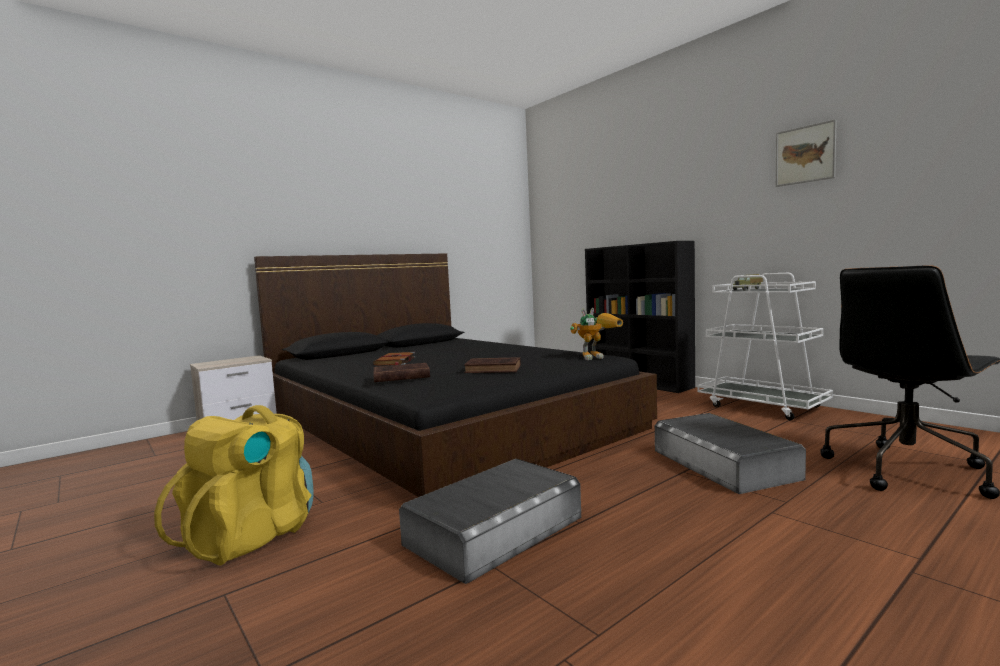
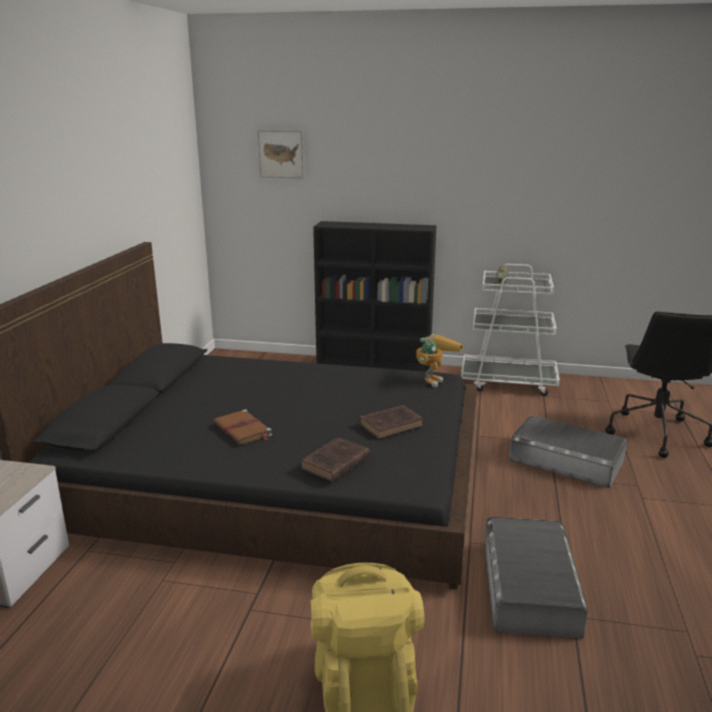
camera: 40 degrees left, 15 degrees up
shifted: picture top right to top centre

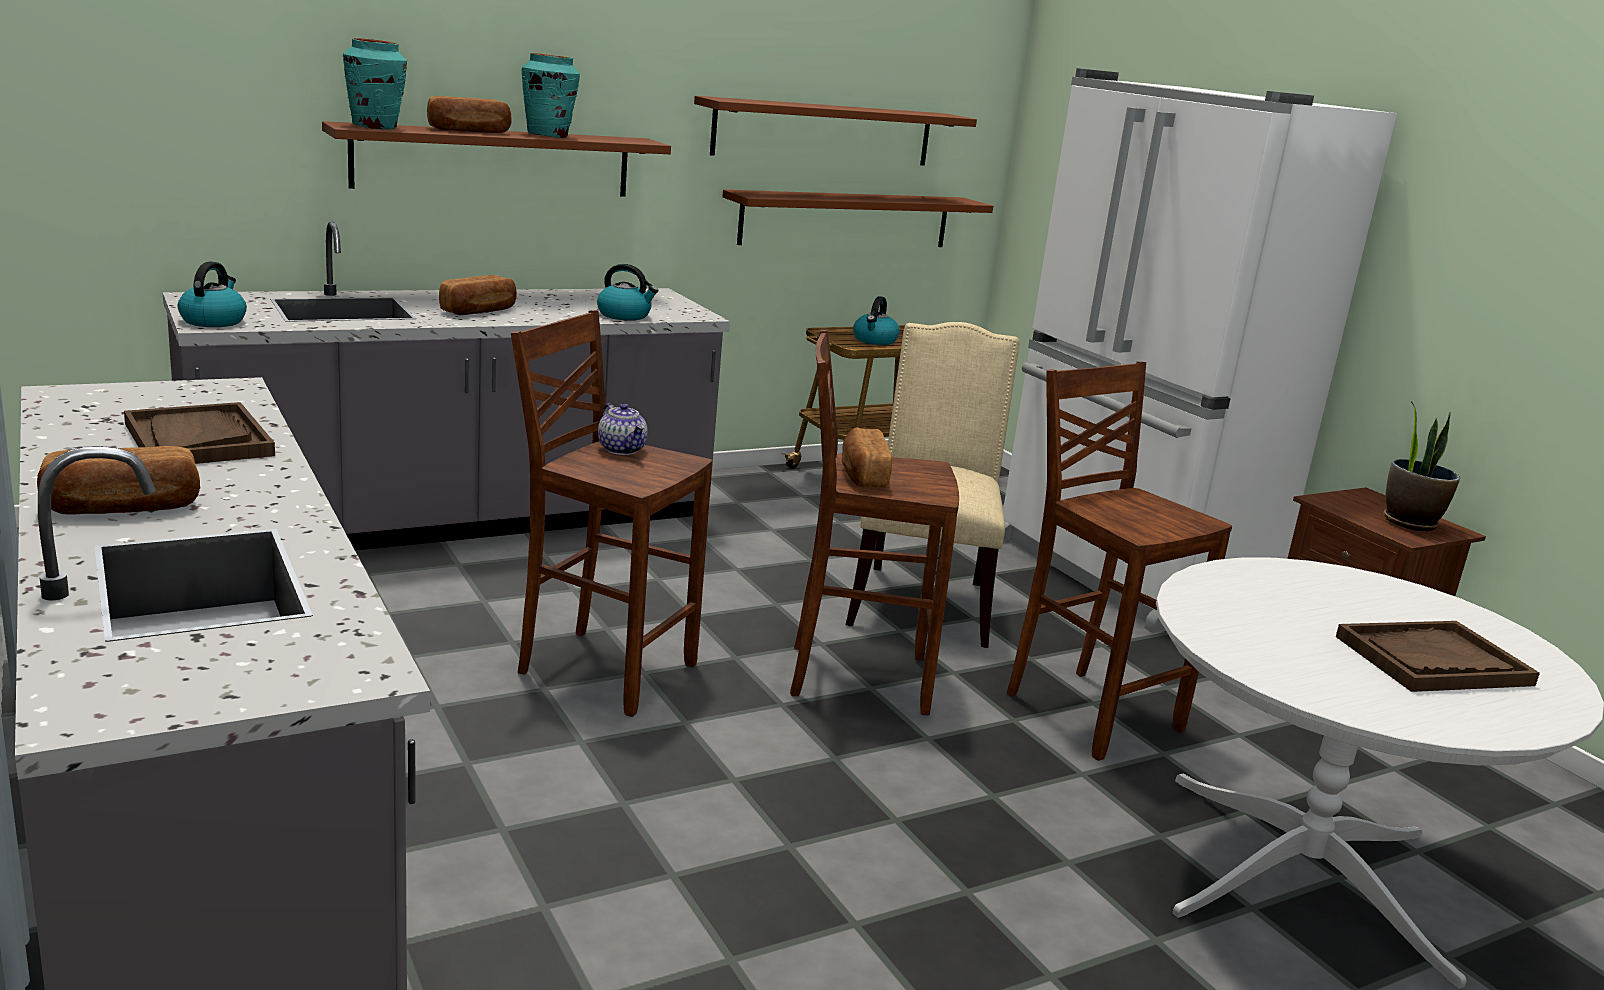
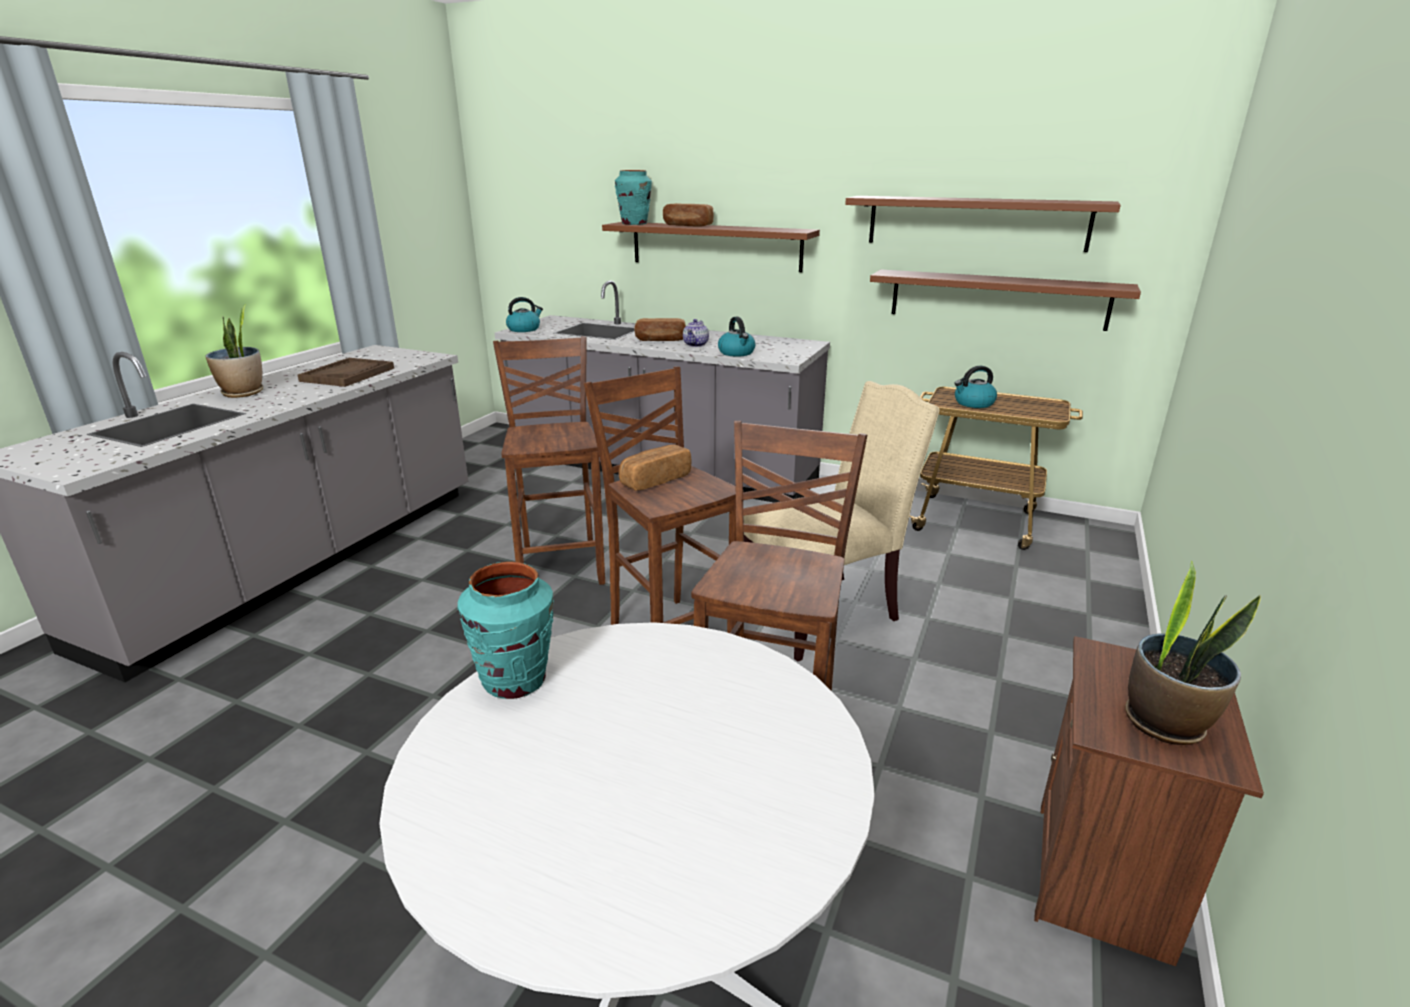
camera: 55 degrees right, 5 degrees up
gone: whitish fridge middle right; brown-coloured carrying tray (no. 2 from left) middle right
shifted: turquoise-coloured decorative vase (no. 2 from left in the first image) top centre to turquoise-coloured decorative vase (no. 1 from left) centre; teapot centre to top centre
swapped: bread (no. 1 from left) middle left to houseplant (no. 1 from left) middle left

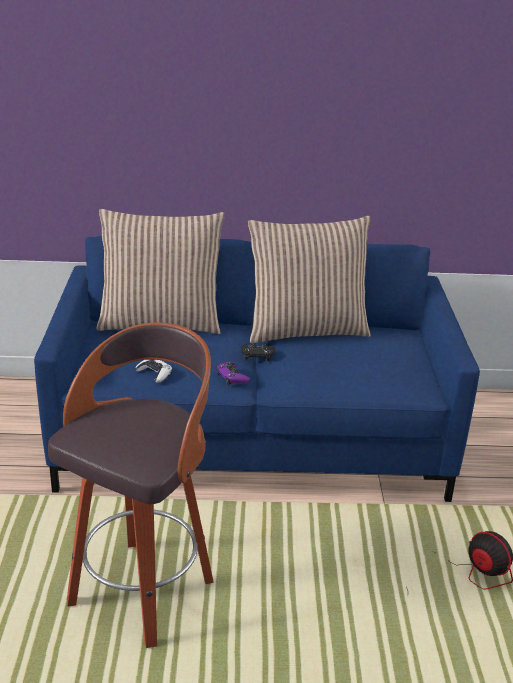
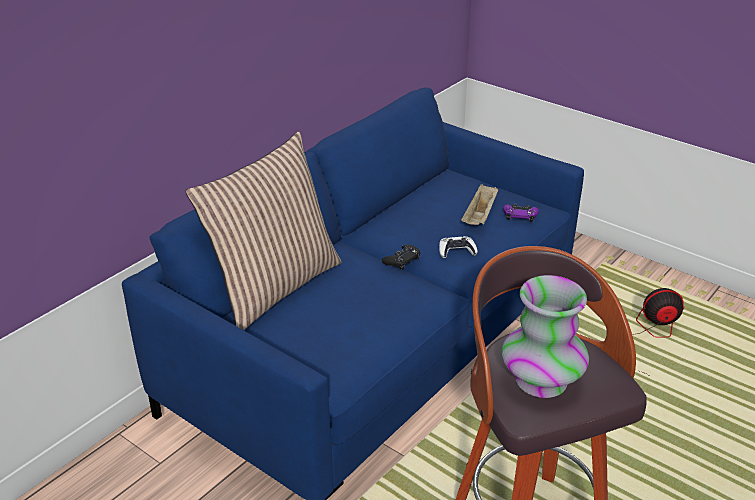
camera: 50 degrees left, 5 degrees up
gone: cushion (no. 2 from left) centre
new: sand-coloured carrying tray centre; decorative vase bottom right
shifted: whitish gamepad middle left to centre; purplish gamepad centre to middle right

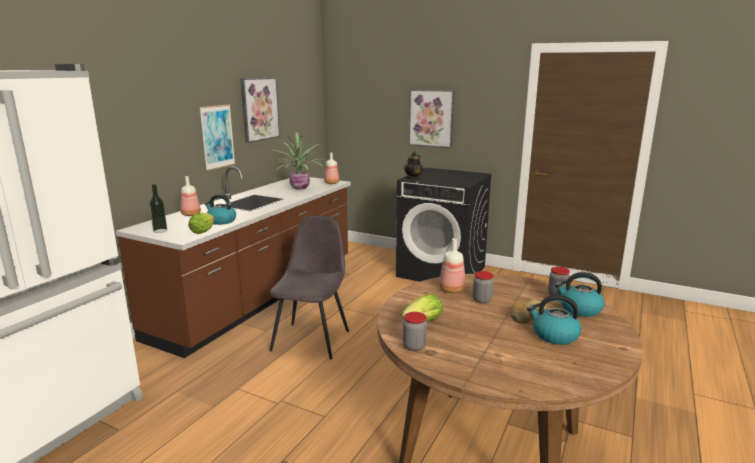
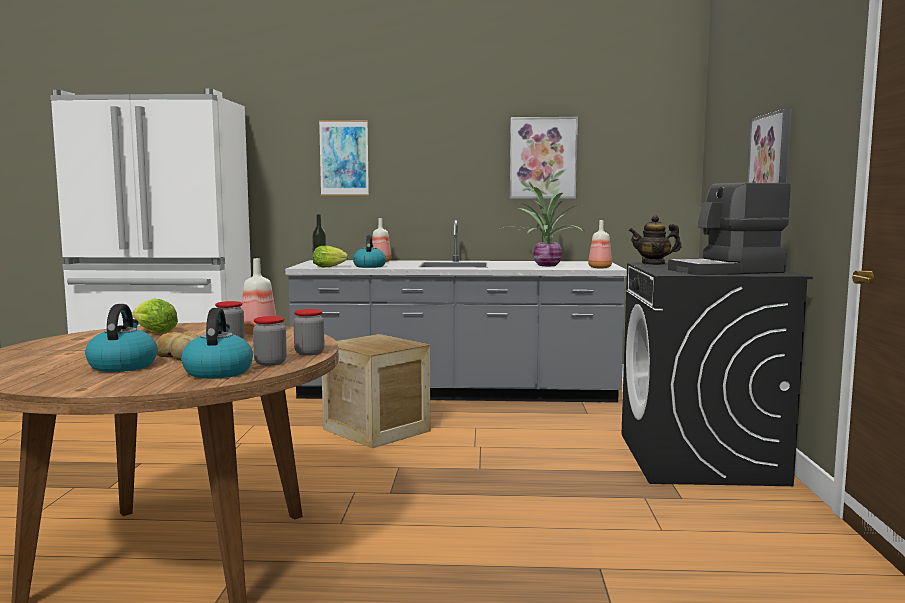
camera: 65 degrees right, 10 degrees down
new: coffee machine middle right
shifted: picture (no. 1 from left) top left to top centre; preserve jar (no. 1 from left in the first image) bottom centre to preserve jar (no. 3 from left) centre
swapped: gray upright chair centre to shipping crate centre
repainted: brown-coloured kitchen base unit middle left to gray kitchen base unit centre

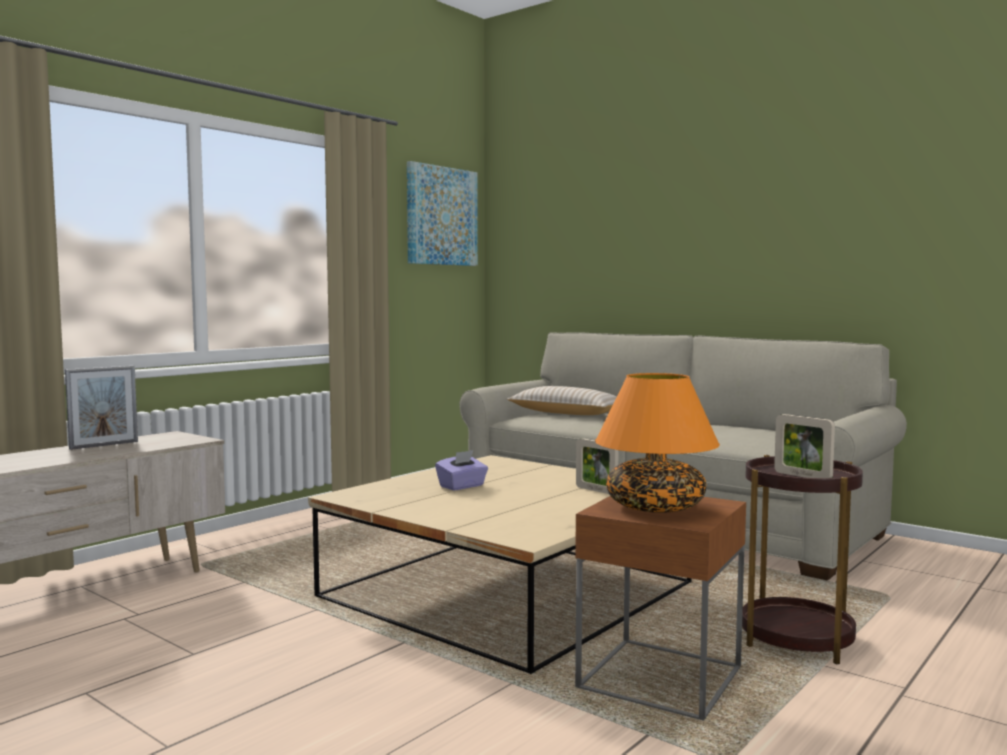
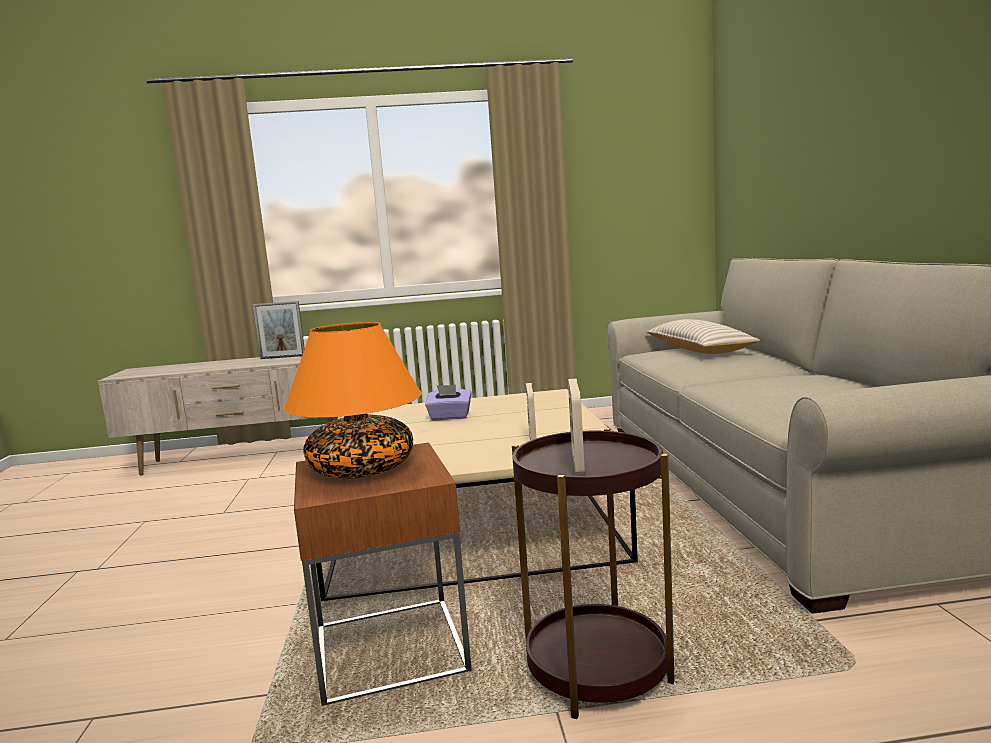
camera: 45 degrees right, 5 degrees up
gone: picture top centre

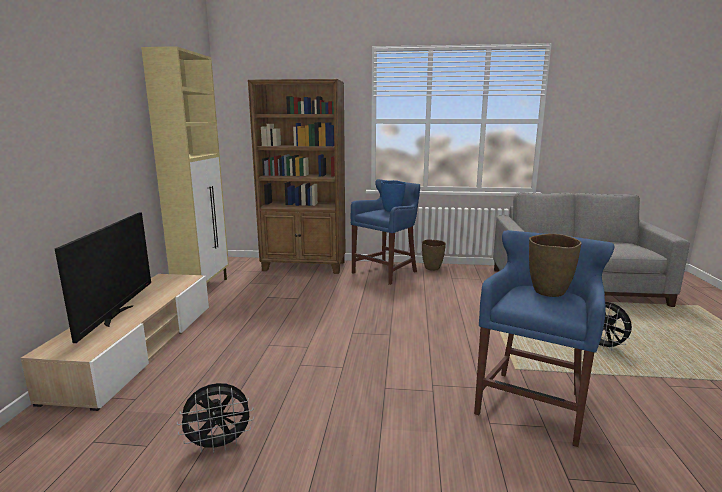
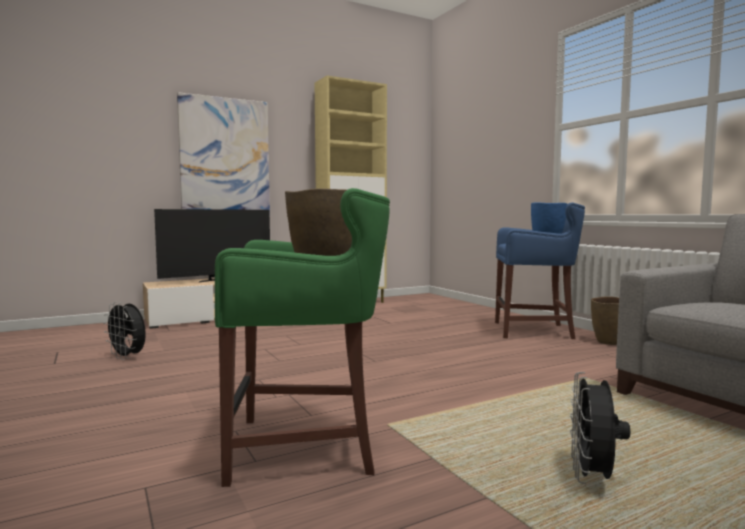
camera: 55 degrees right, 10 degrees down
gone: brown-coloured shelving unit centre
new: picture top left
repainted: blue sitting stool (no. 2 from left) bottom right to green sitting stool centre

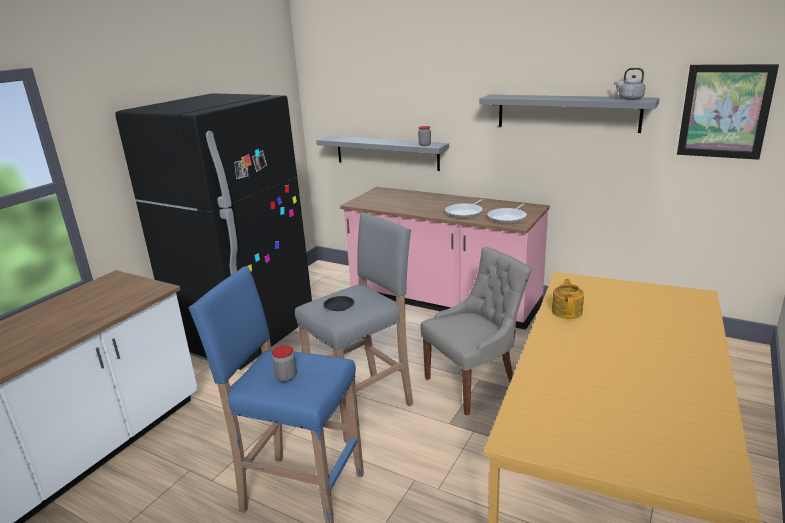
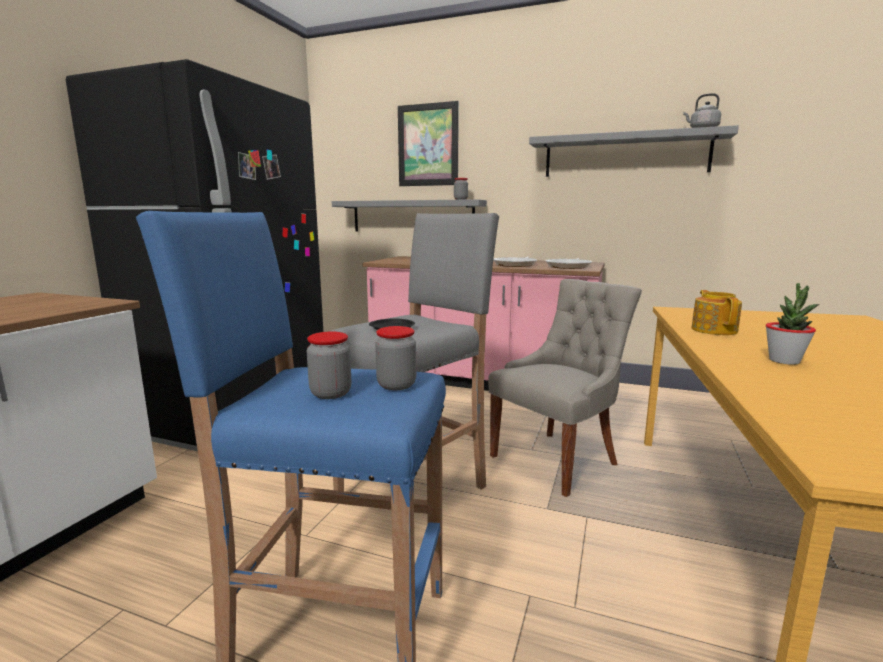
camera: 10 degrees left, 10 degrees down
new: houseplant middle right; preserve jar (no. 2 from left) centre
shifted: picture top right to top centre

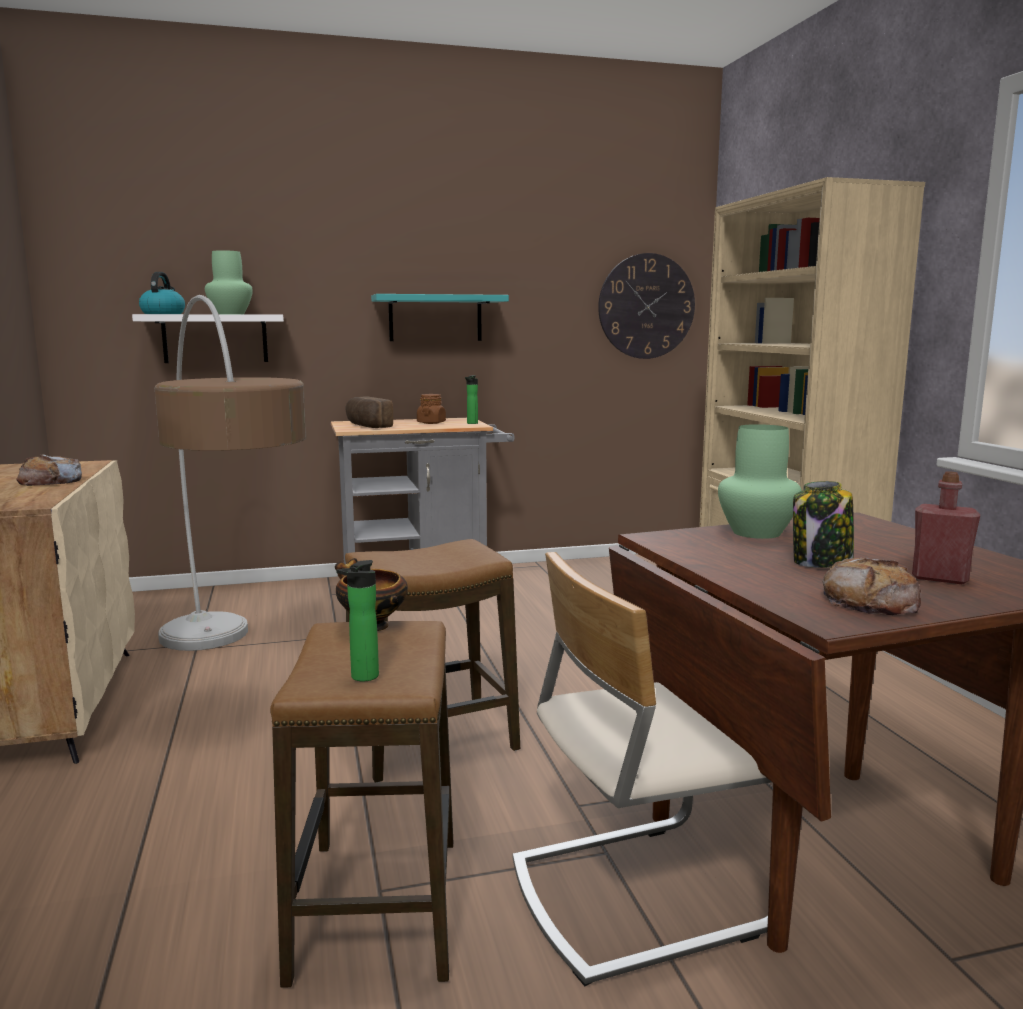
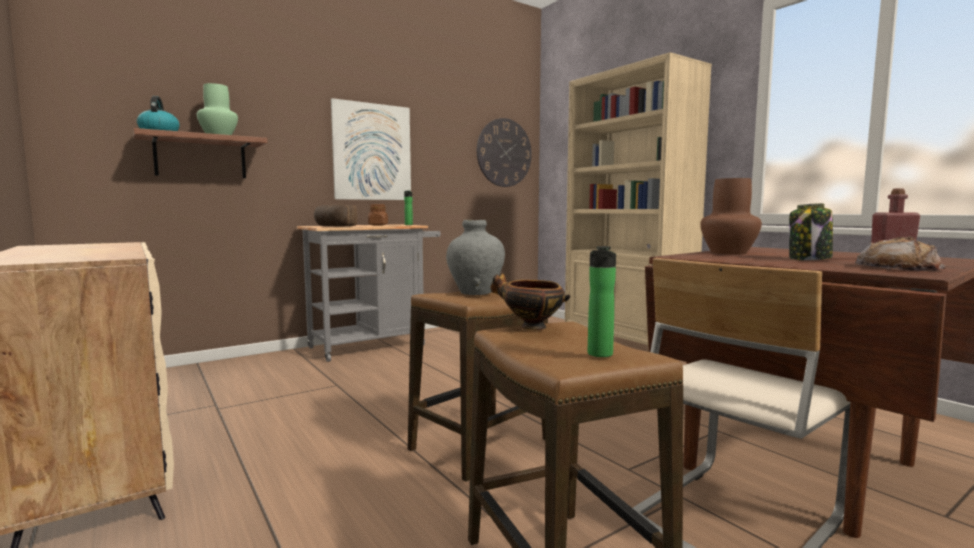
camera: 20 degrees left, 5 degrees down
gone: standing lamp middle left; bread (no. 1 from left) middle left
new: gray decorative vase centre
swapped: turquoise-coloured bracket shelf top centre to picture top centre
repainted: whitish bracket shelf middle left to brown-coloured bracket shelf top left; green decorative vase (no. 2 from left) middle right to brown-coloured decorative vase middle right

